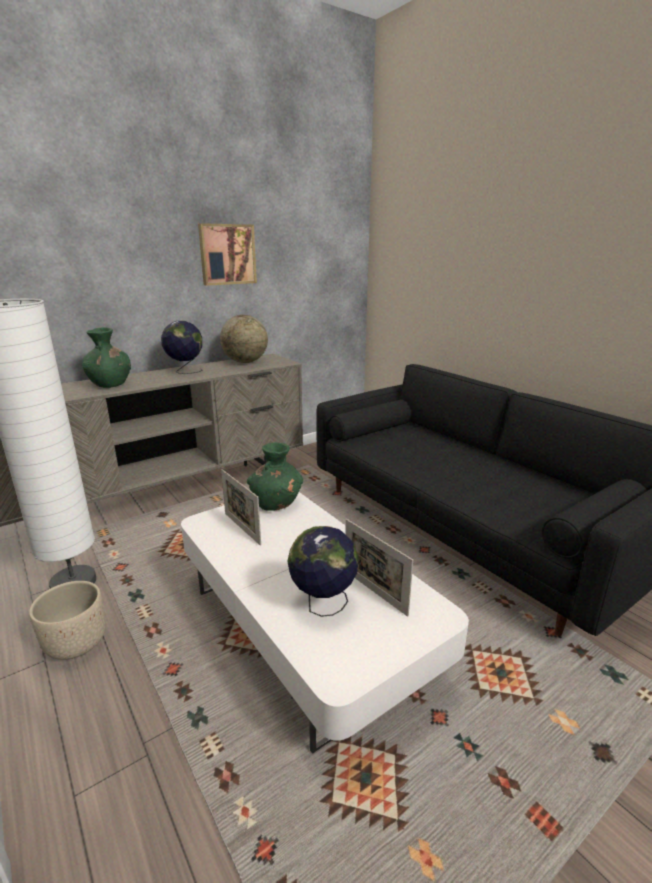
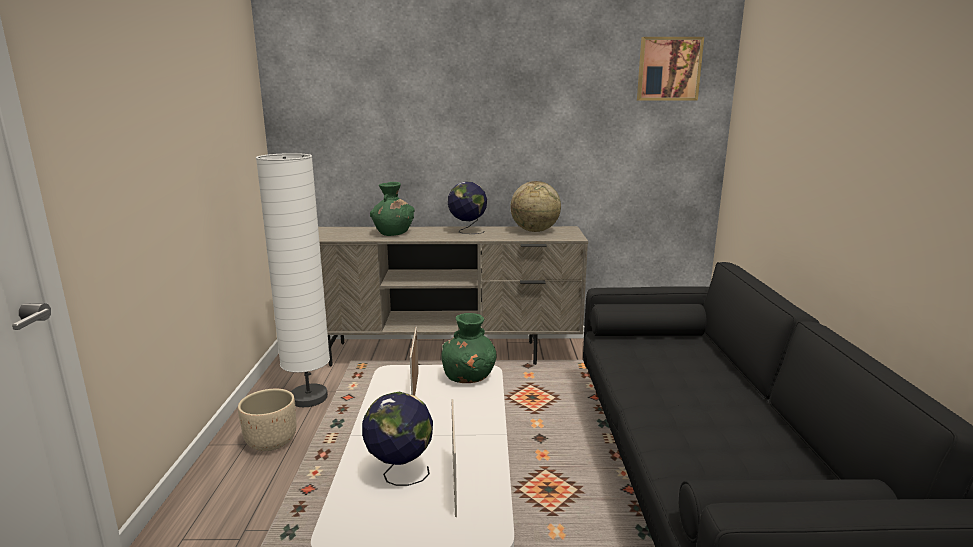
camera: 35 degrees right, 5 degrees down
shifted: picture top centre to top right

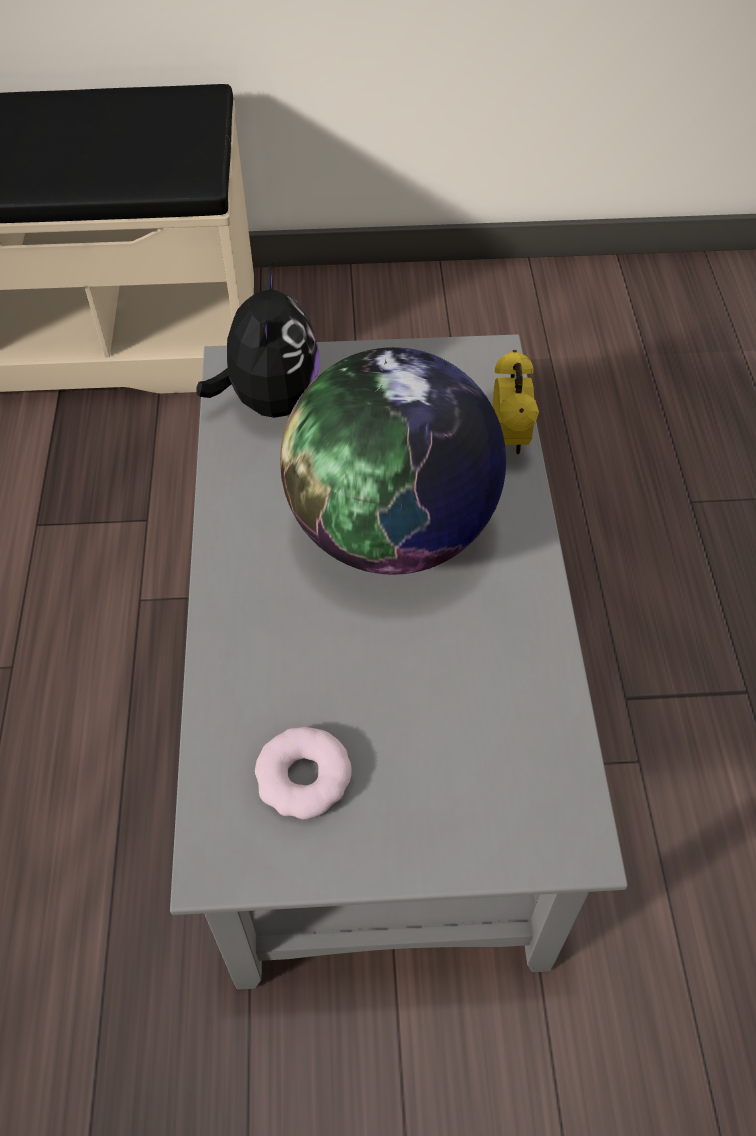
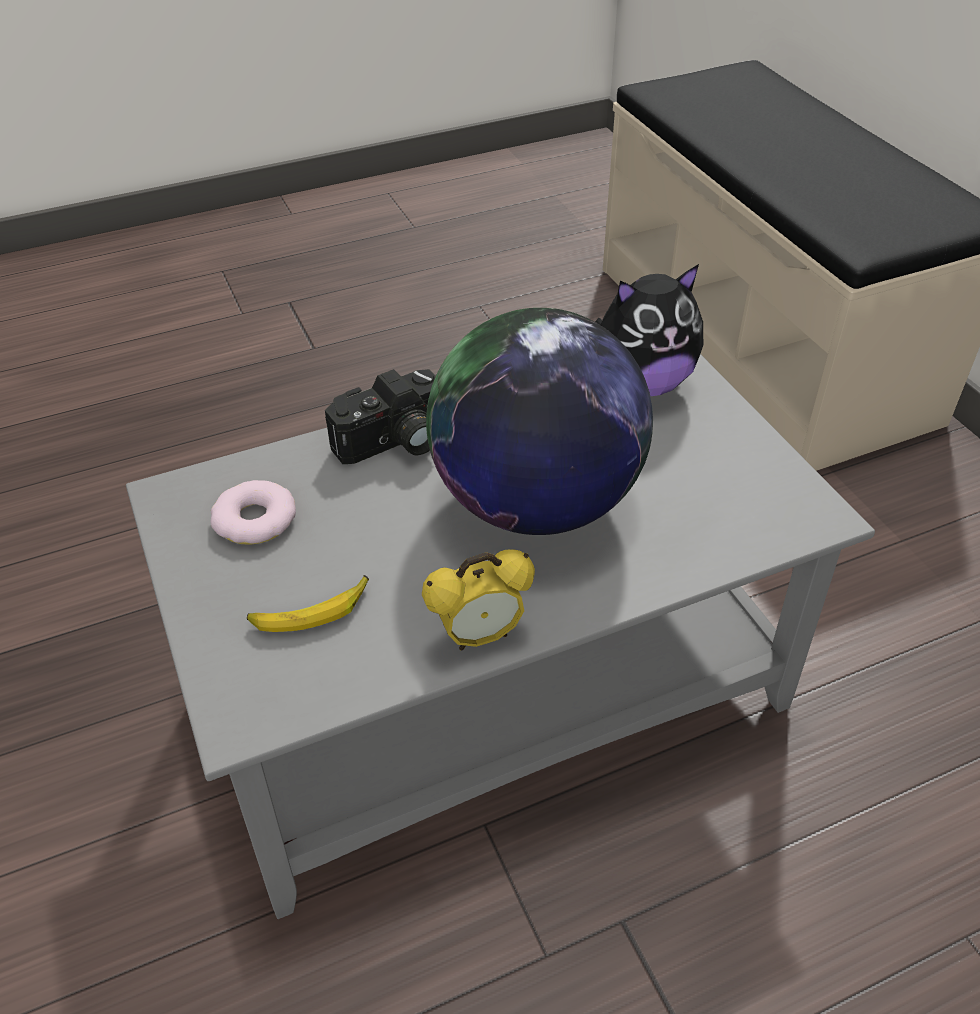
camera: 70 degrees right, 10 degrees down
new: photo camera centre; whole banana middle left
shifted: table clock middle right to centre

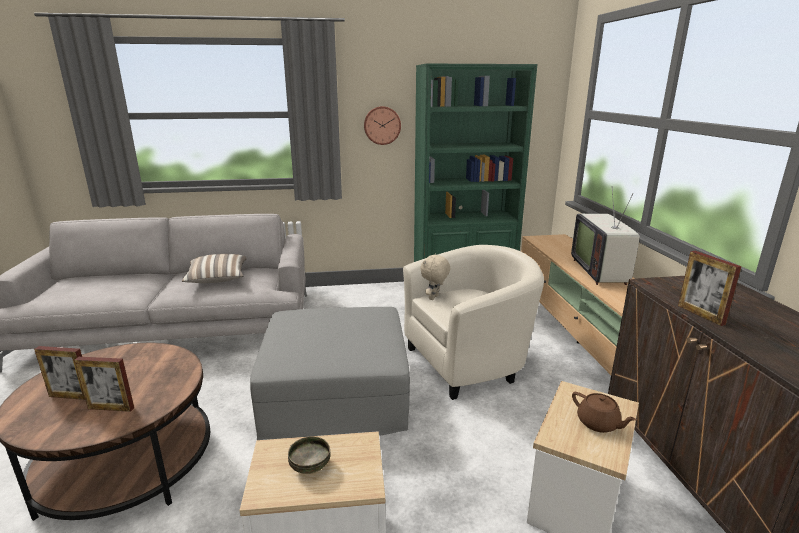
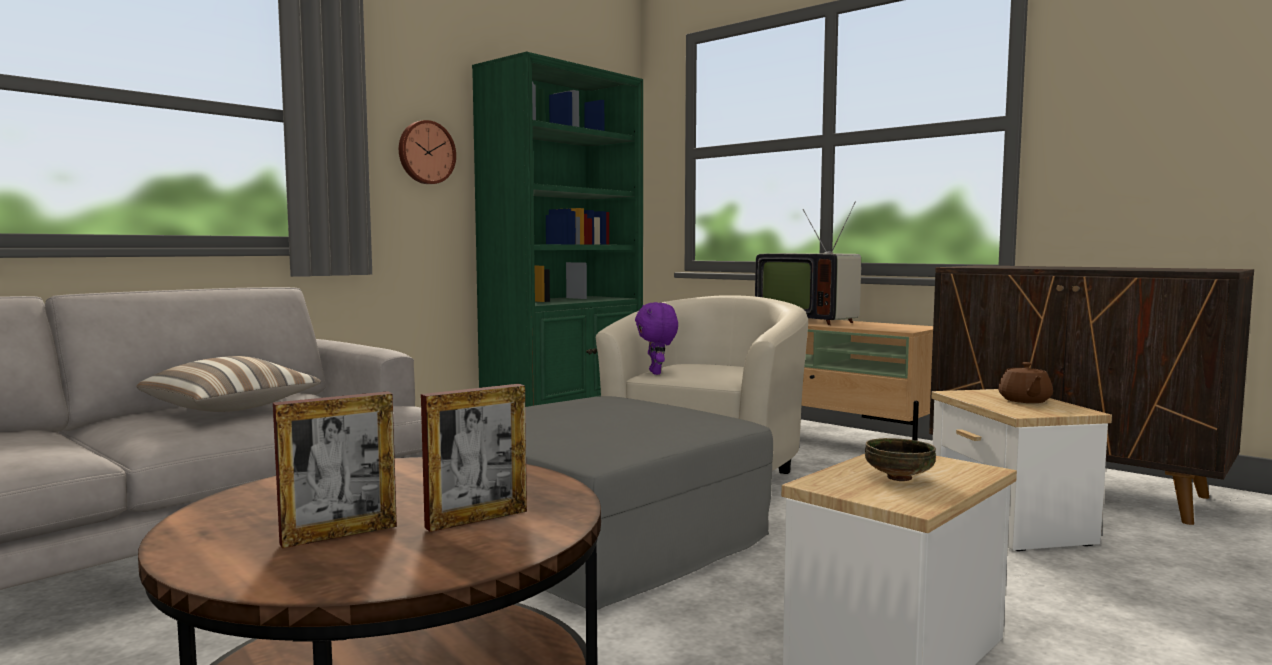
camera: 40 degrees left, 15 degrees down
gone: picture frame (no. 3 from left) middle right
repainted: sand-coloured soft toy centre to purplish soft toy centre
rotated: brown-coloured teapot bottom right = middle right 90 degrees clockwise

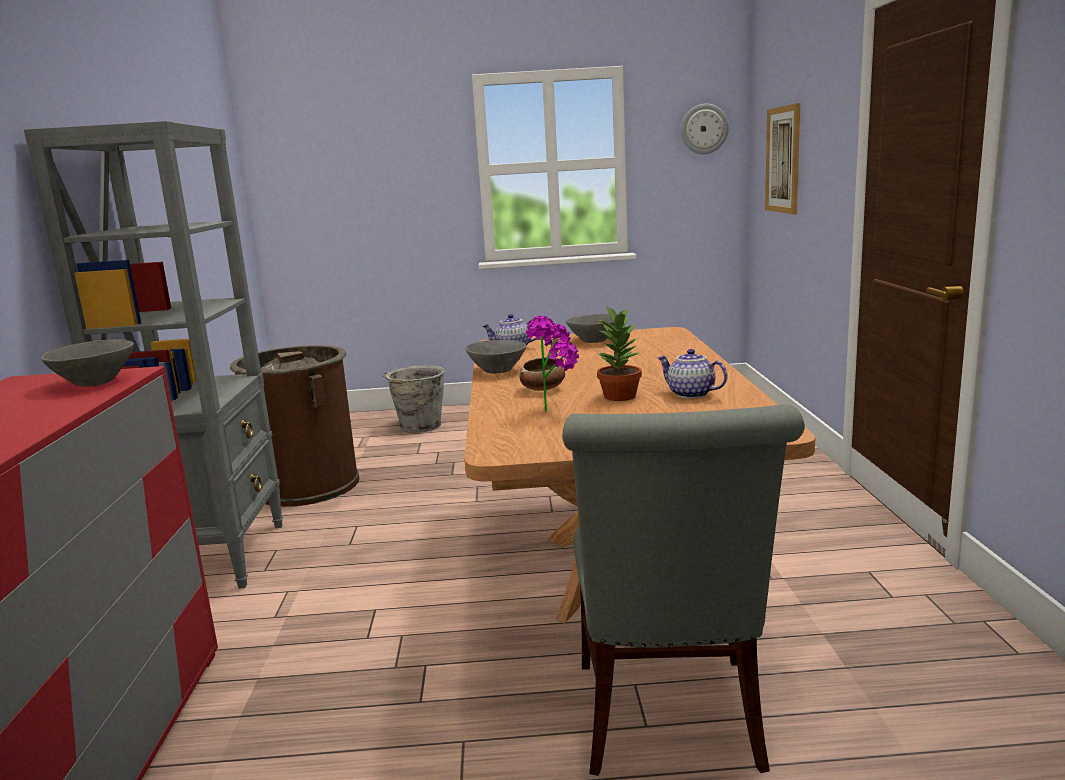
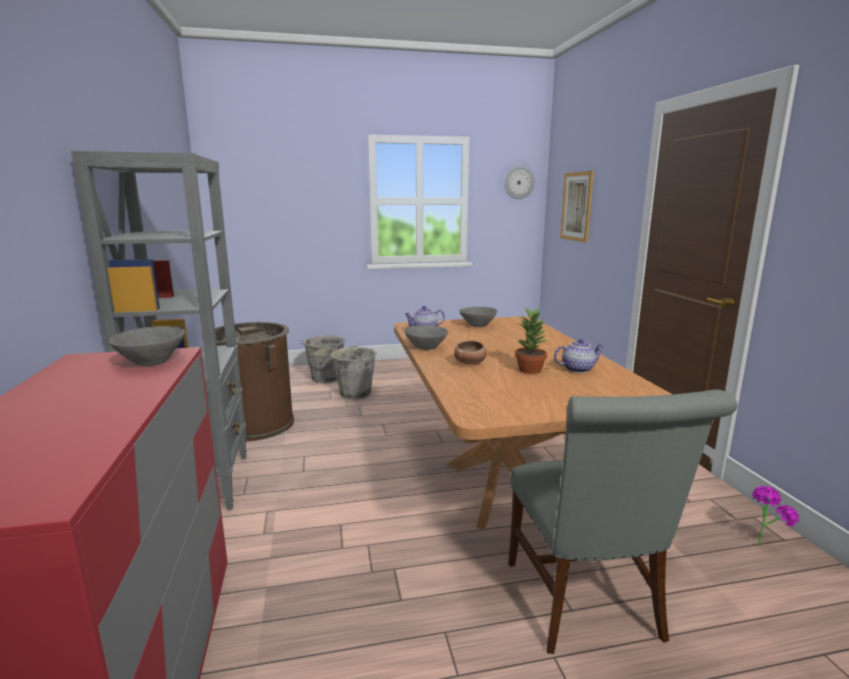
camera: 10 degrees left, 0 degrees up
new: gray pail (no. 2 from left) centre
shifted: houseplant (no. 1 from left in the first image) centre to houseplant (no. 2 from left) bottom right
rotated: teapot (no. 2 from left) centre = middle right 135 degrees clockwise

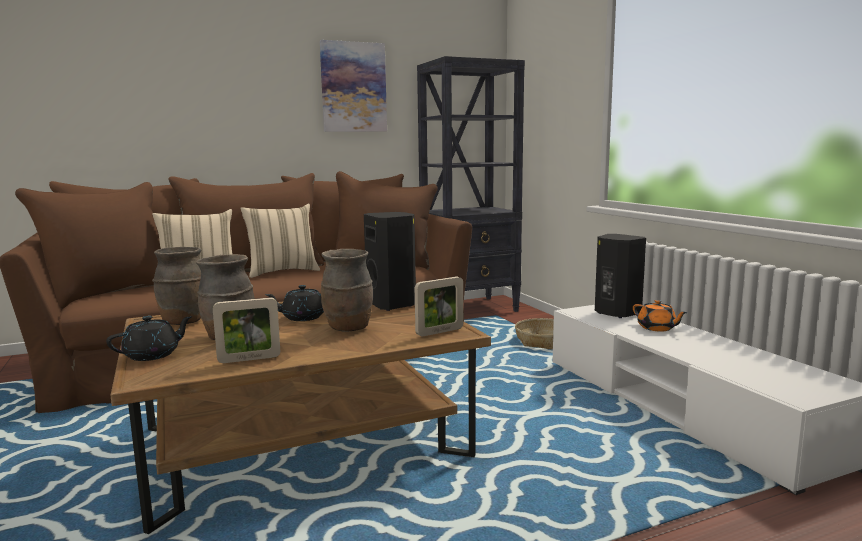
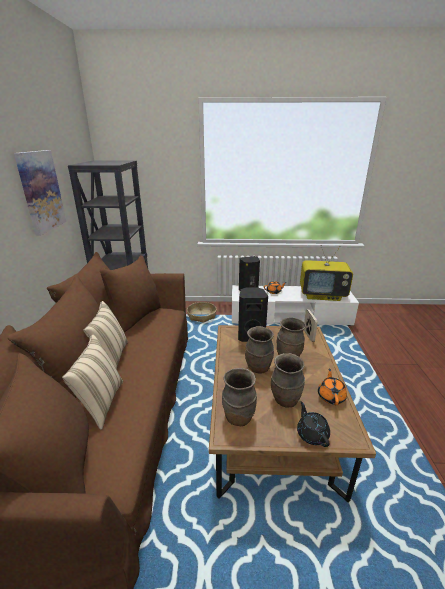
camera: 65 degrees left, 15 degrees up
new: television middle right
swapped: black teapot (no. 2 from left) centre to brown-coloured decorative vase (no. 2 from left) centre; picture frame (no. 1 from left) middle left to orangey teapot (no. 2 from left) middle right

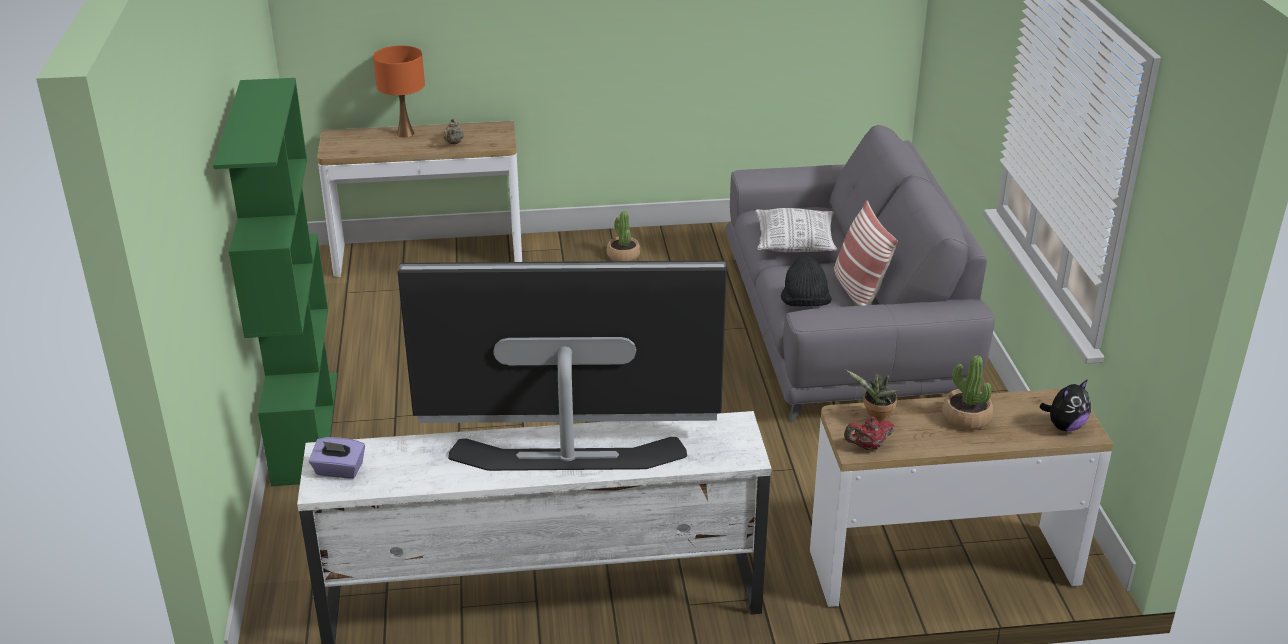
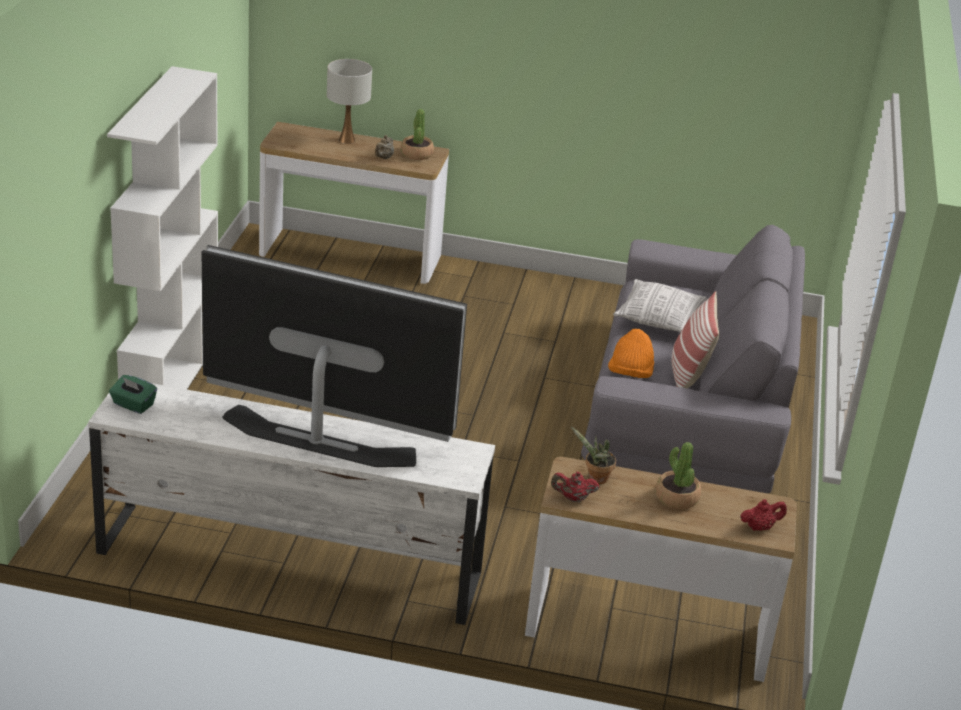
camera: 15 degrees right, 0 degrees up
shifted: houseplant (no. 1 from left) centre to top centre
swapped: soft toy middle right to red-coloured teapot (no. 2 from left) bottom right
repainted: orangey lamp for a table top left to whitish lamp for a table top centre; green shelving unit middle left to whitish shelving unit top left; black wearable hat centre to orangey wearable hat centre; purplish box of tissues bottom left to green box of tissues middle left

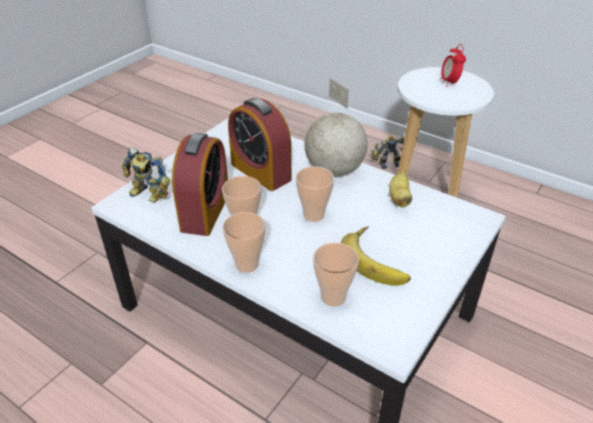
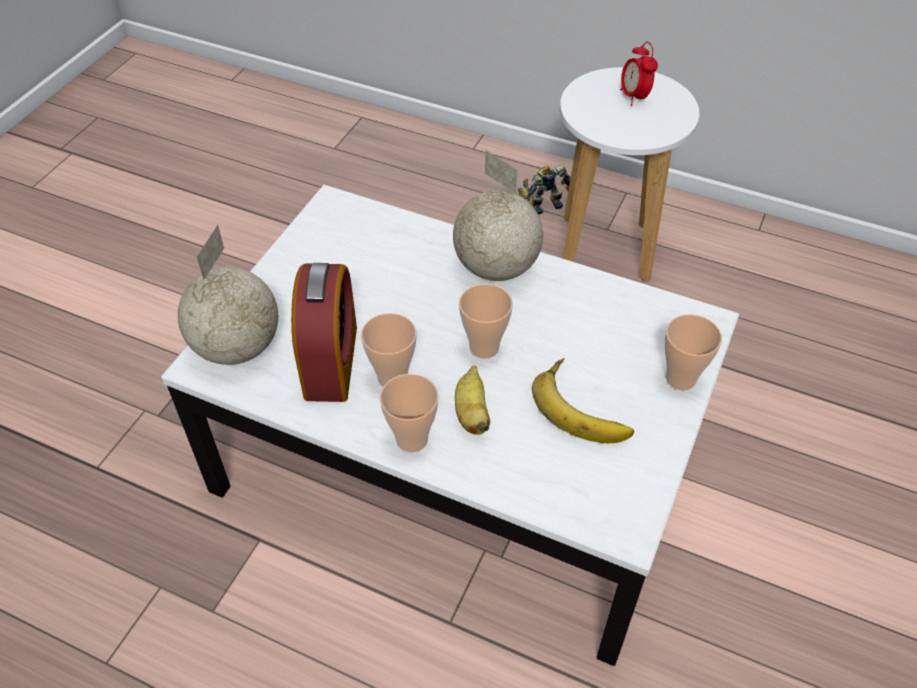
camera: 10 degrees left, 10 degrees up
gone: table clock (no. 2 from left) centre
shifted: whole banana (no. 2 from left in the first image) middle right to whole banana (no. 1 from left) centre; small cup (no. 4 from left) centre to middle right
swapped: toy robot (no. 1 from left) middle left to world globe (no. 1 from left) middle left

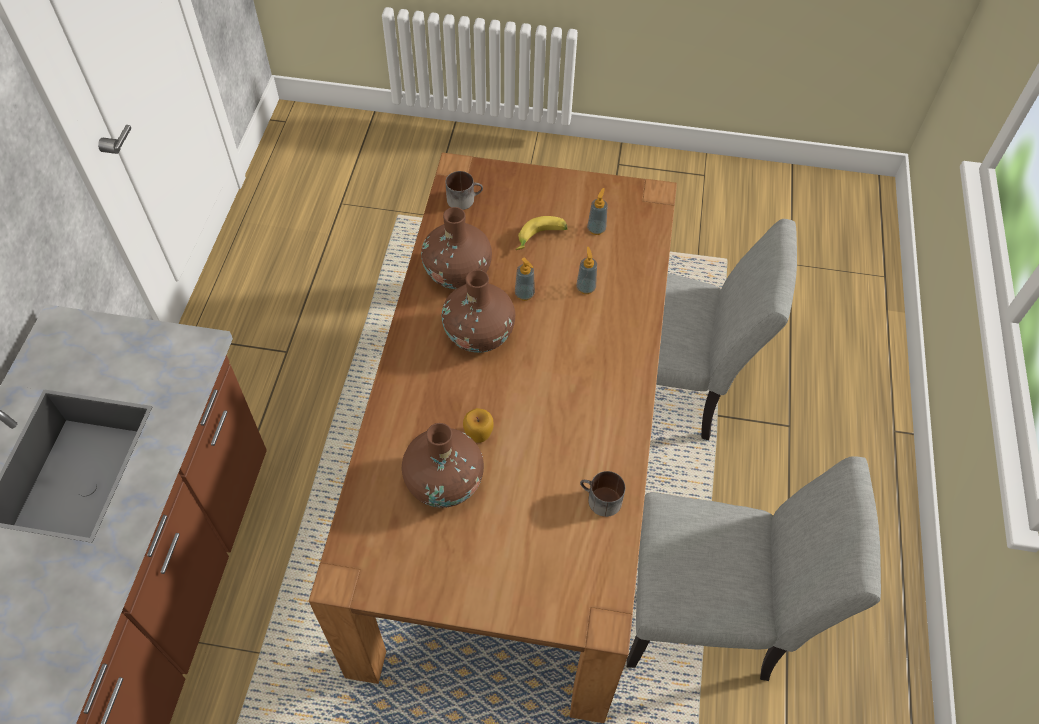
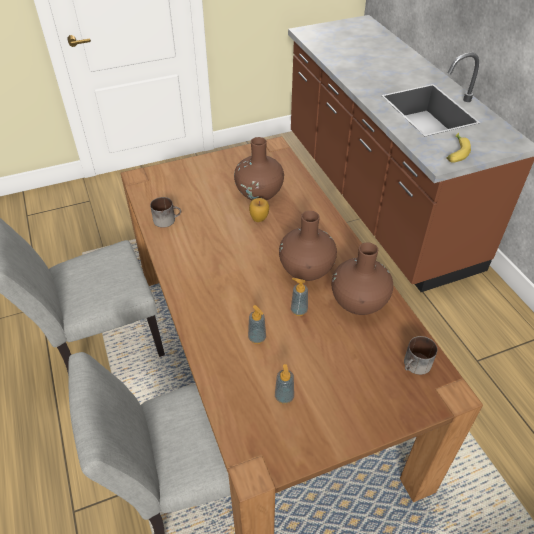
camera: 150 degrees right, 10 degrees down
shifted: whole banana top centre to top right

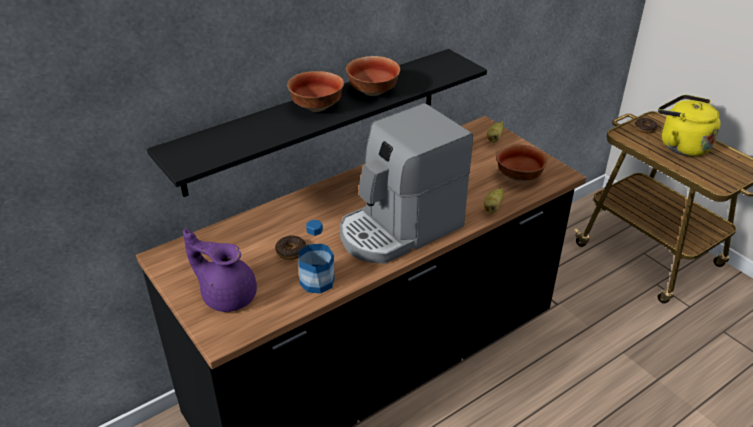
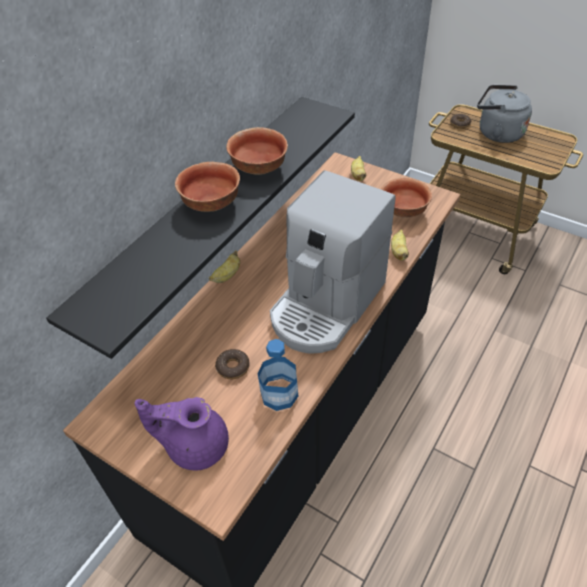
camera: 20 degrees left, 10 degrees up
new: whole banana (no. 1 from left) centre
repainted: yellow-coloured kettle top right to gray kettle top right

